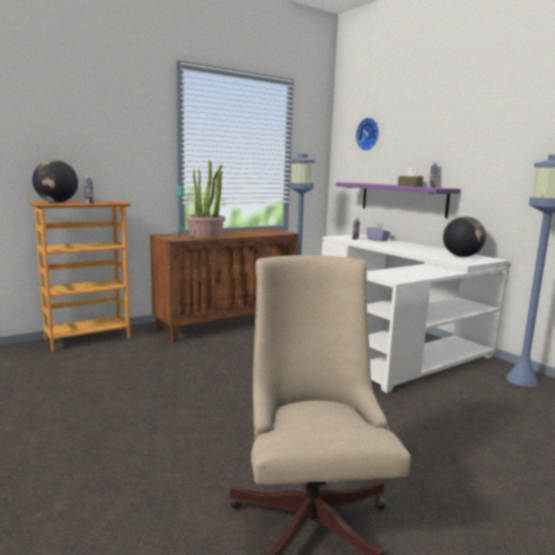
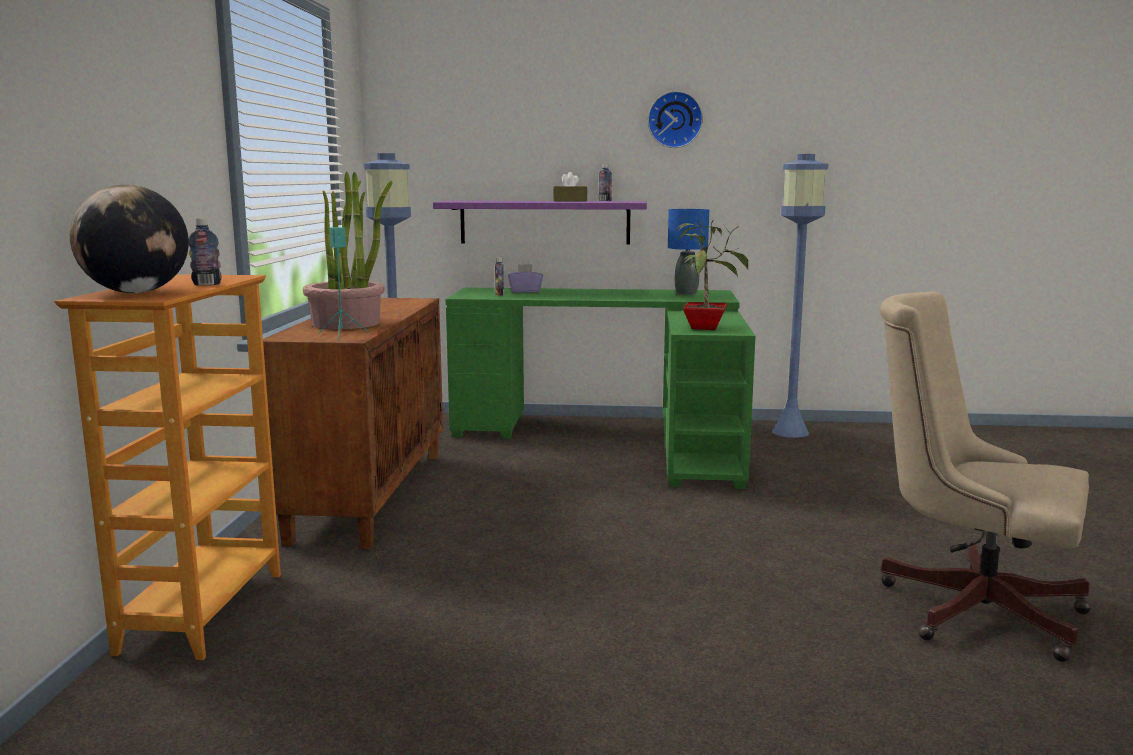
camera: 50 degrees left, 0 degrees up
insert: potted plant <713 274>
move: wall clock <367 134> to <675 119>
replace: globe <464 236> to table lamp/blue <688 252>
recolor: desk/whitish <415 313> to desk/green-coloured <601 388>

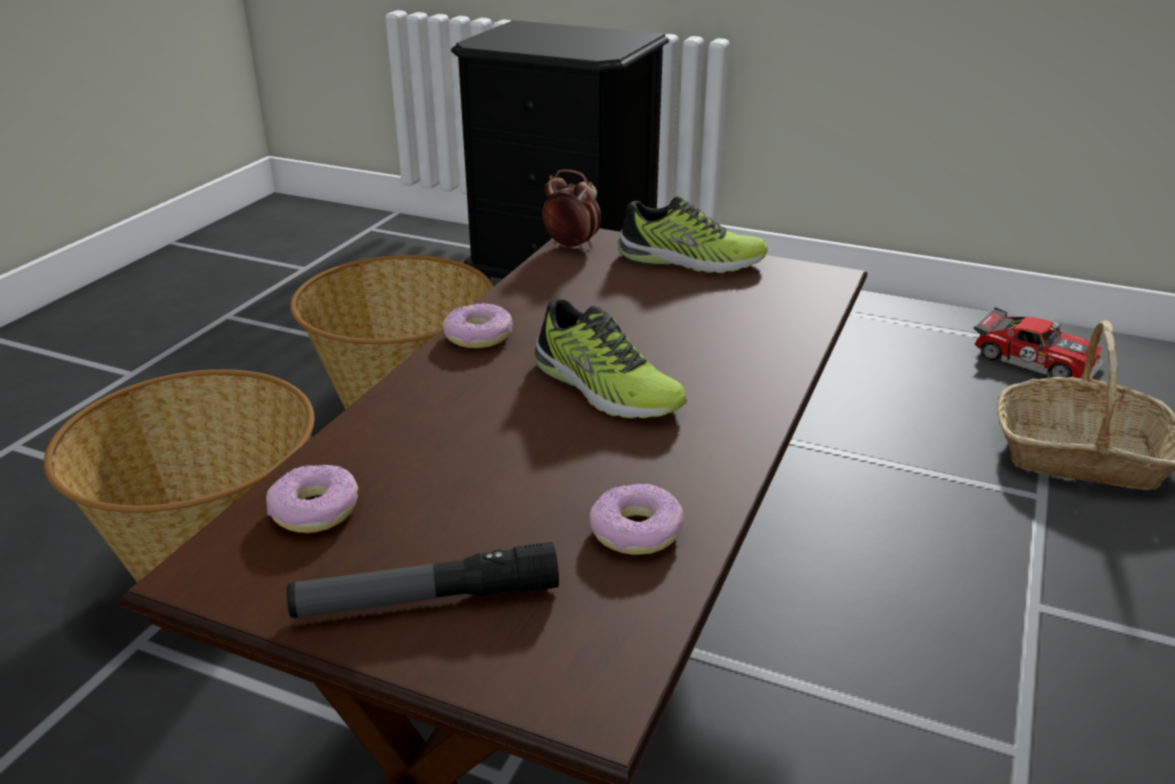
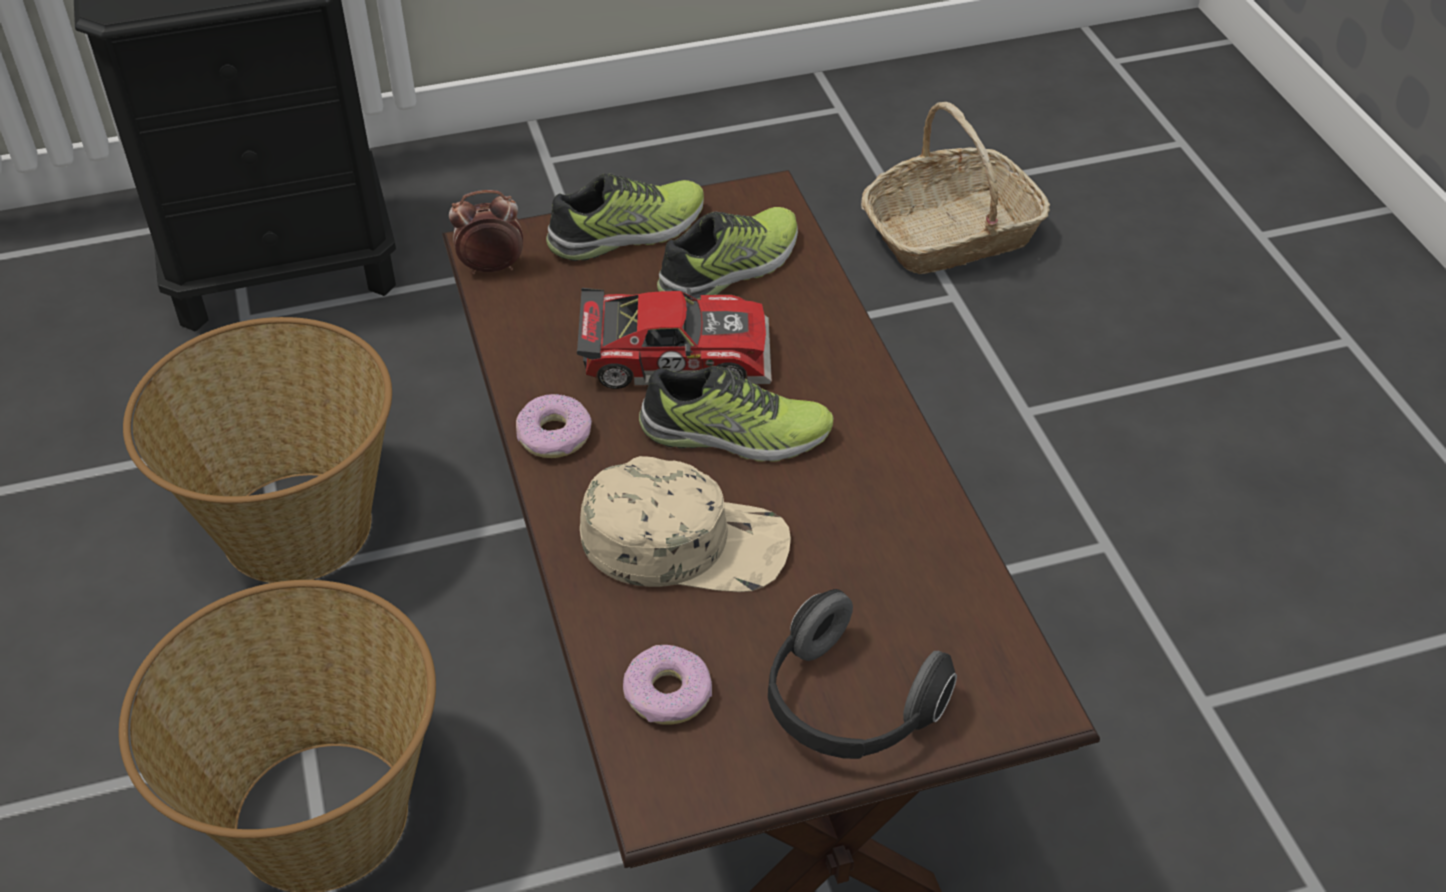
camera: 40 degrees left, 15 degrees up
delete: donut <636 519>
insert: peaked cap/beige-coloured <685 524>; shoe <727 253>
move: miniature car <1039 342> to <674 338>
replace: flashlight <423 580> to pair of headphones <862 674>

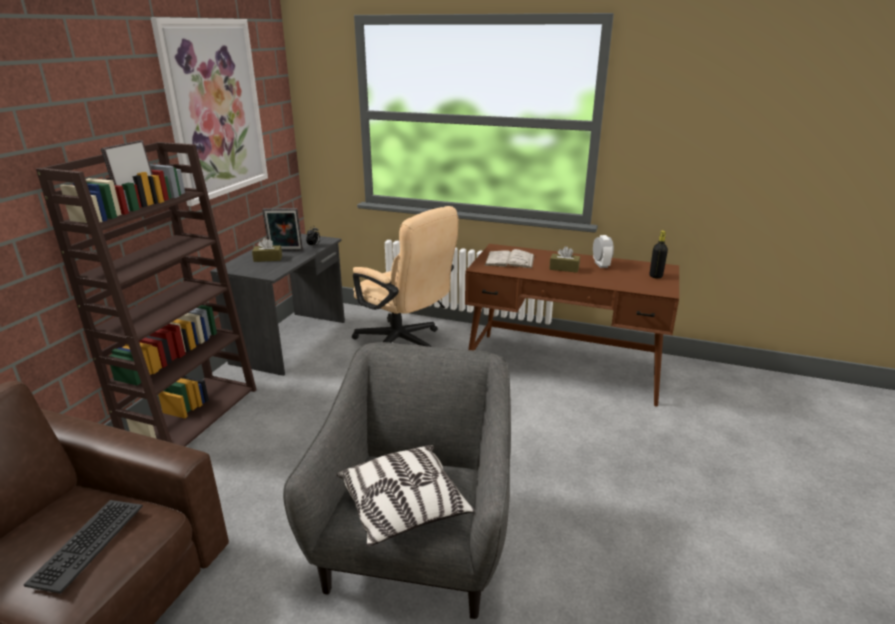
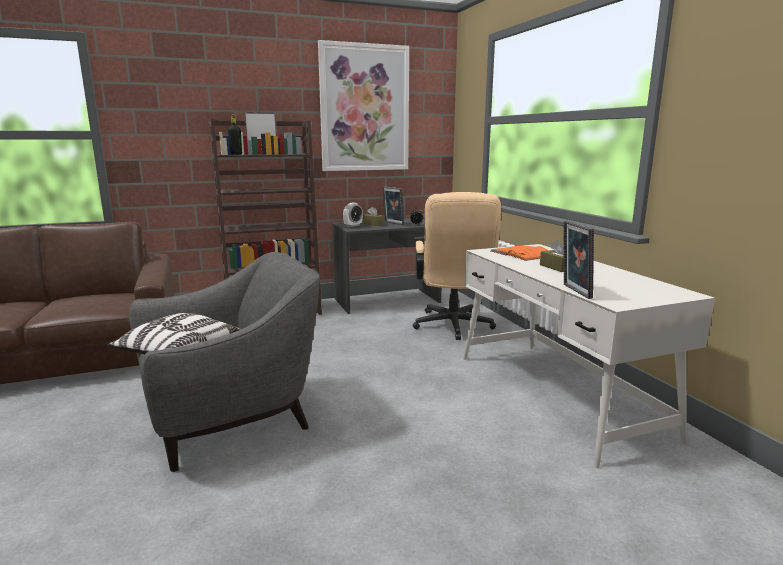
camera: 50 degrees right, 10 degrees down
delete: PC keyboard <83 547>
insert: photo frame <579 260>
move: bottle/black-coloured <658 255> to <235 135>; bedside clock <603 251> to <353 215>
recolor: desk/brown-coloured <572 325> to desk/whitish <589 356>; book/whitish <509 259> to book/orangey <519 253>

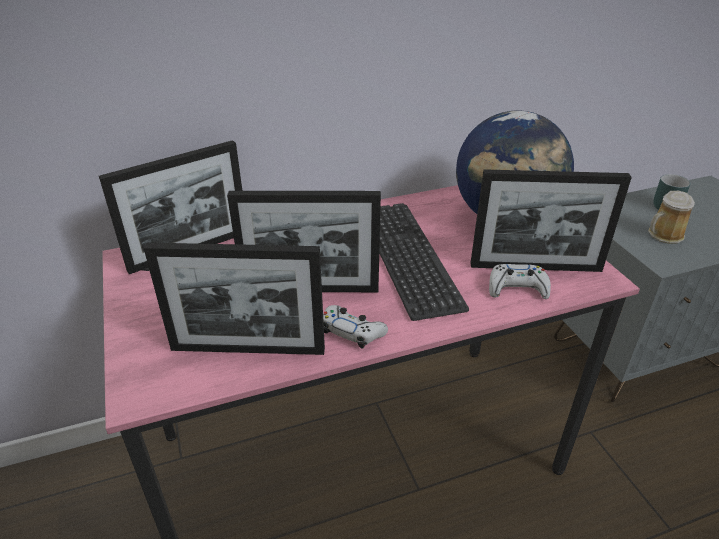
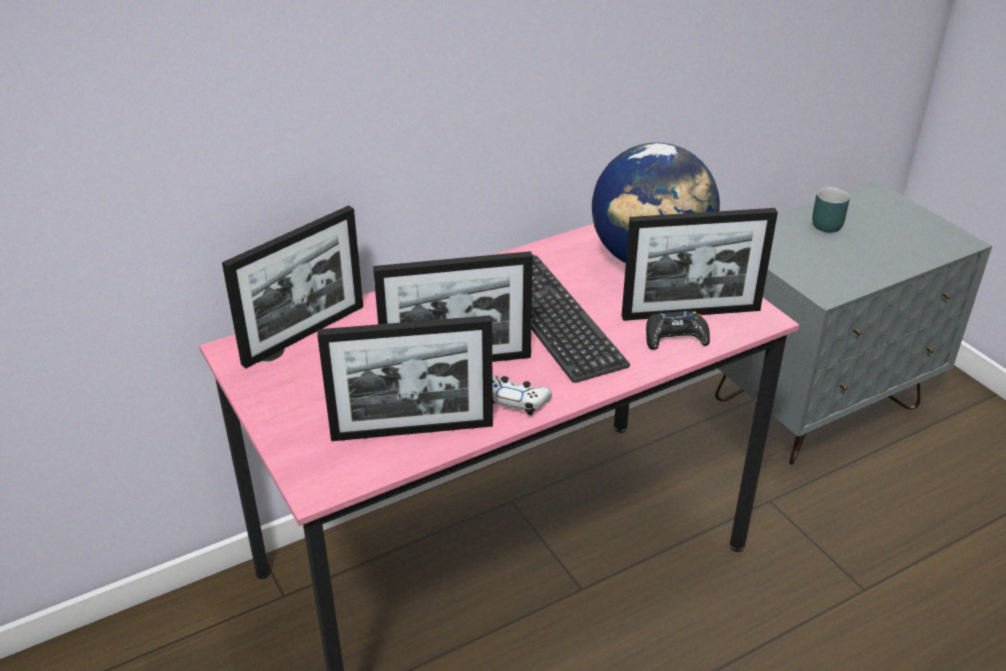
camera: 10 degrees left, 0 degrees up
delete: mug <671 217>
recolor: gamepad/whitish <520 281> to gamepad/black-coloured <678 330>

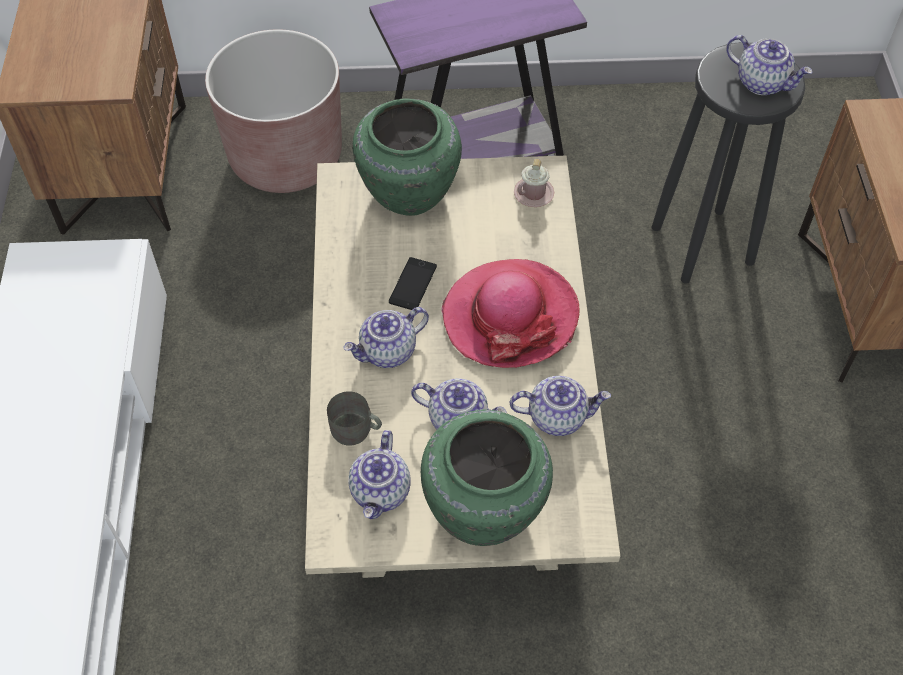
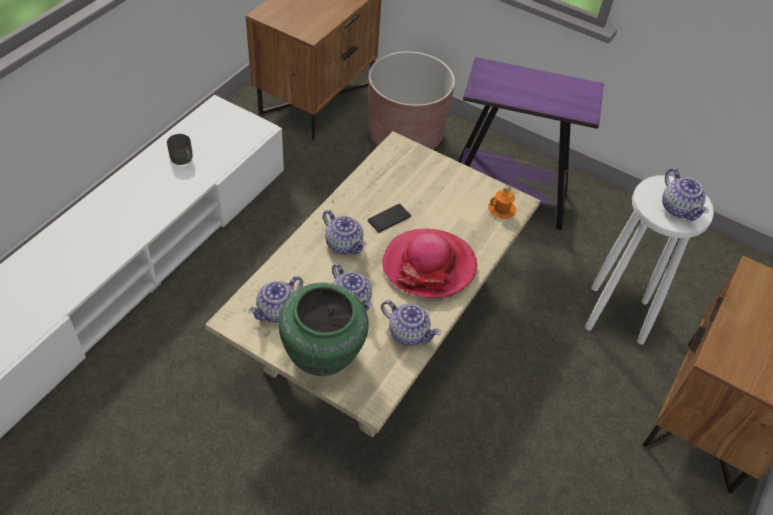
camera: 30 degrees right, 5 degrees down
delete: decorative vase/green-coloured <407 157>
move: mug/grey <354 418> to <180 149>
recolor: mug/pink-coloured <534 183> to mug/orangey <502 202>; stool seat/black-coloured <729 163> to stool seat/whitish <649 260>
rotate: pot for tea <386 337> = <345 232> 135 degrees counterclockwise

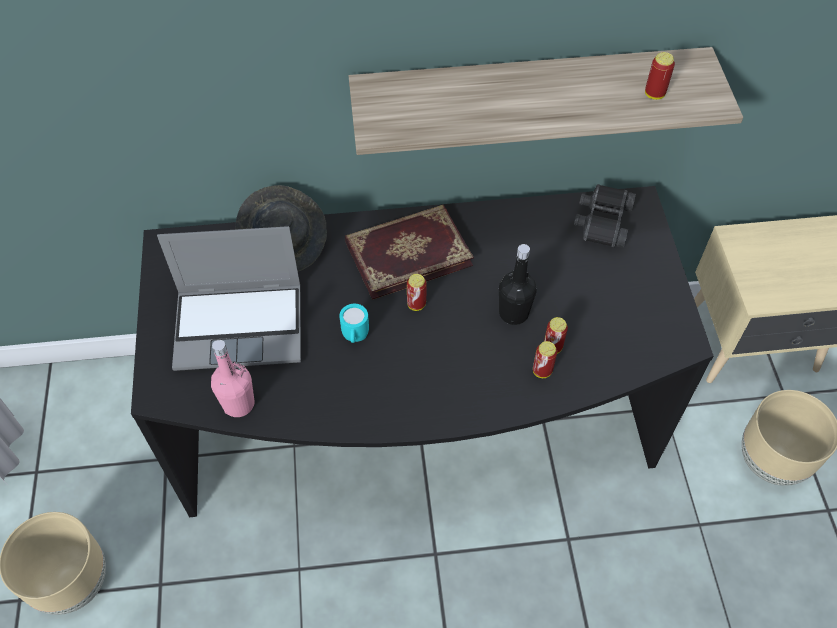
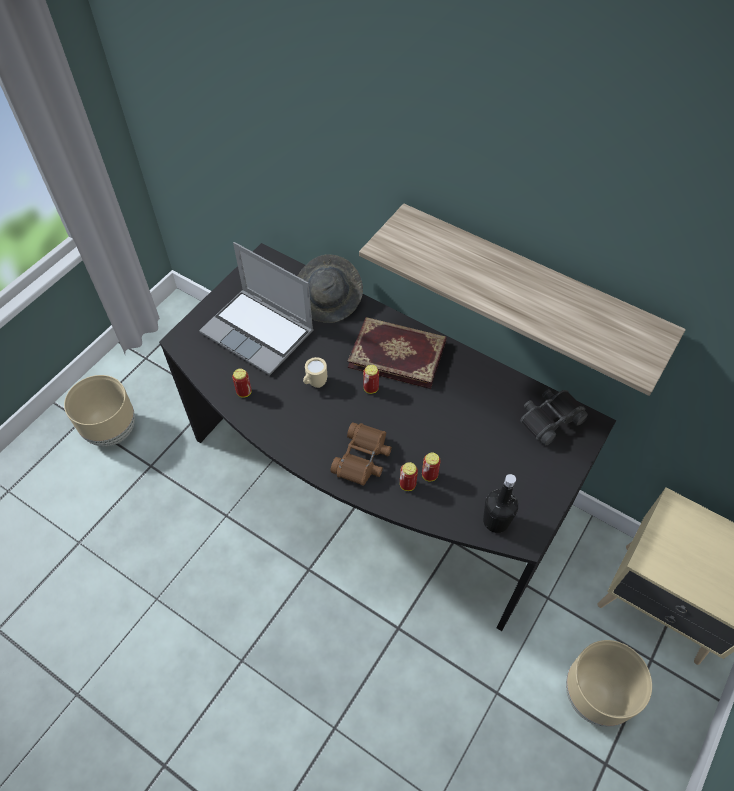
camera: 40 degrees right, 0 degrees up
delete: bottle/pink-coloured <233 378>
insert: binoculars/brown-coloured <361 454>
move: can <660 76> to <242 383>; bottle/black-coloured <518 284> to <500 503>
recolor: mug/turquoise <354 323> to mug/beige-coloured <315 372>

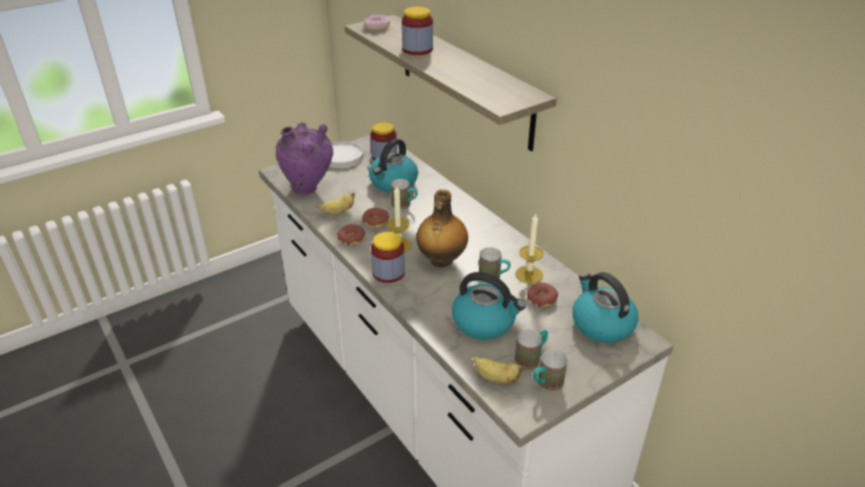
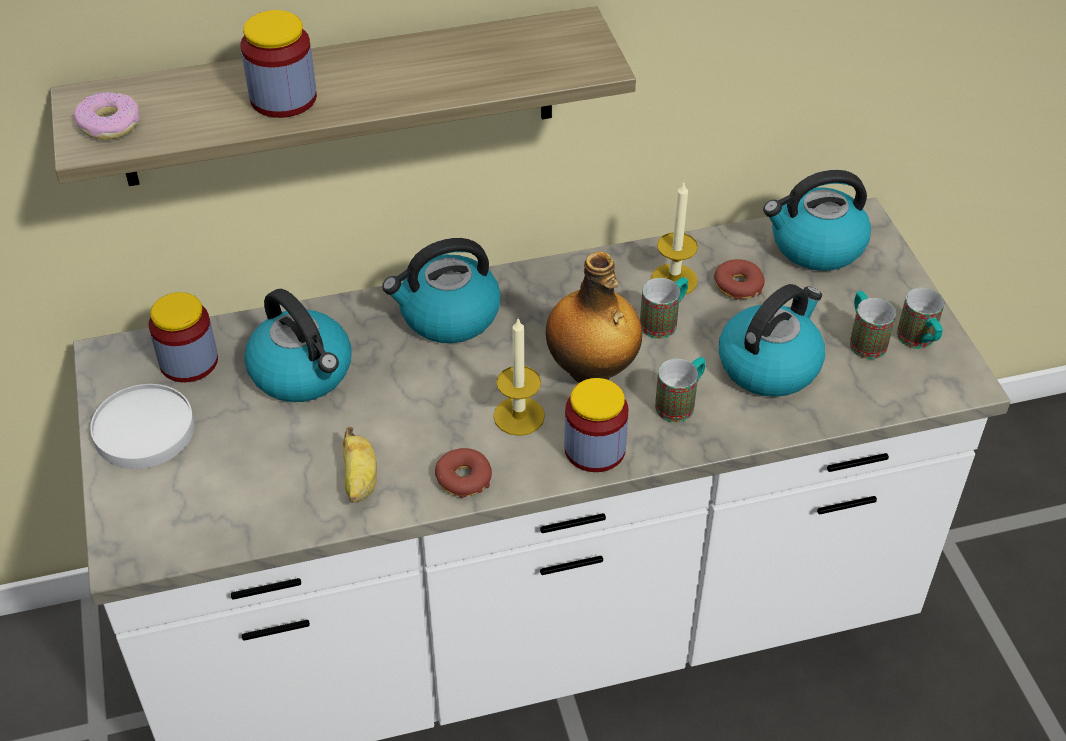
camera: 70 degrees left, 10 degrees up
delete: decorative vase/purple <304 158>; donut <375 218>; banana <499 370>
insert: tea kettle <441 290>
move: mug <404 194> to <680 389>

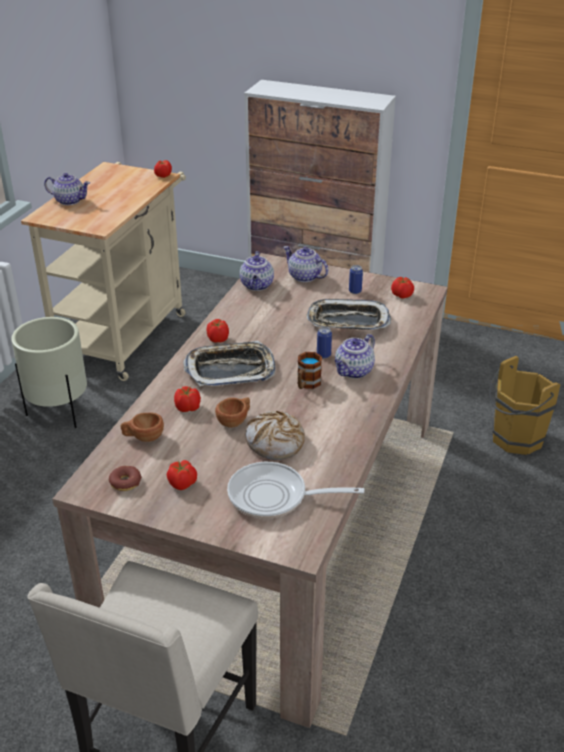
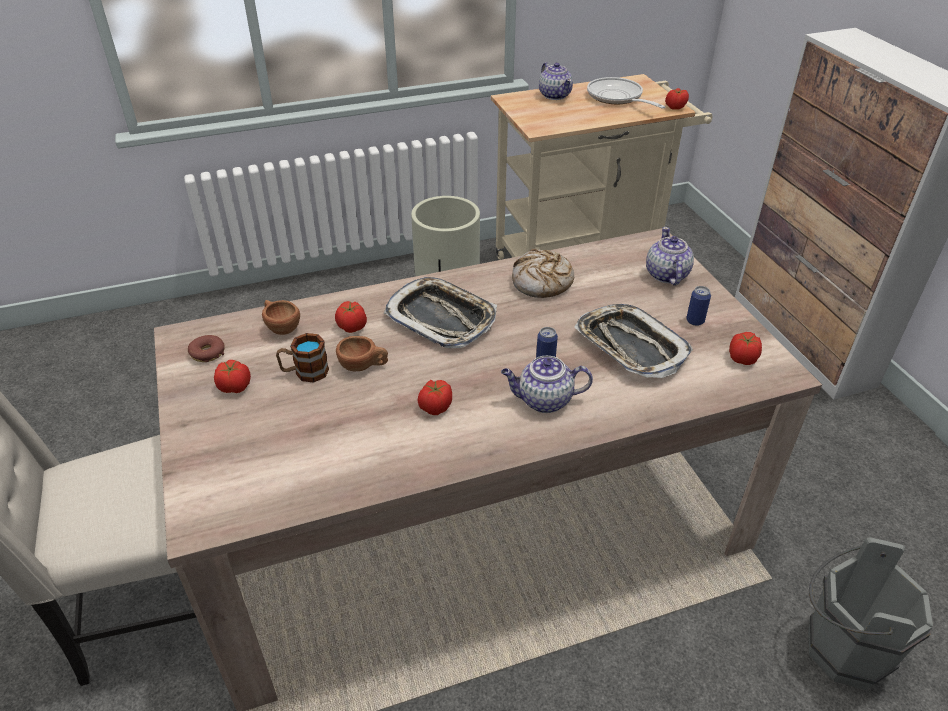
camera: 50 degrees right, 5 degrees up
delete: pot for tea <257 271>
move: mug <309 370> to <302 358>; tomato <218 331> to <434 397>; bread <275 435> to <543 273>; skillet <295 490> to <626 93>
recolor: bucket/brown-coloured <524 405> to bucket/grey <870 613>

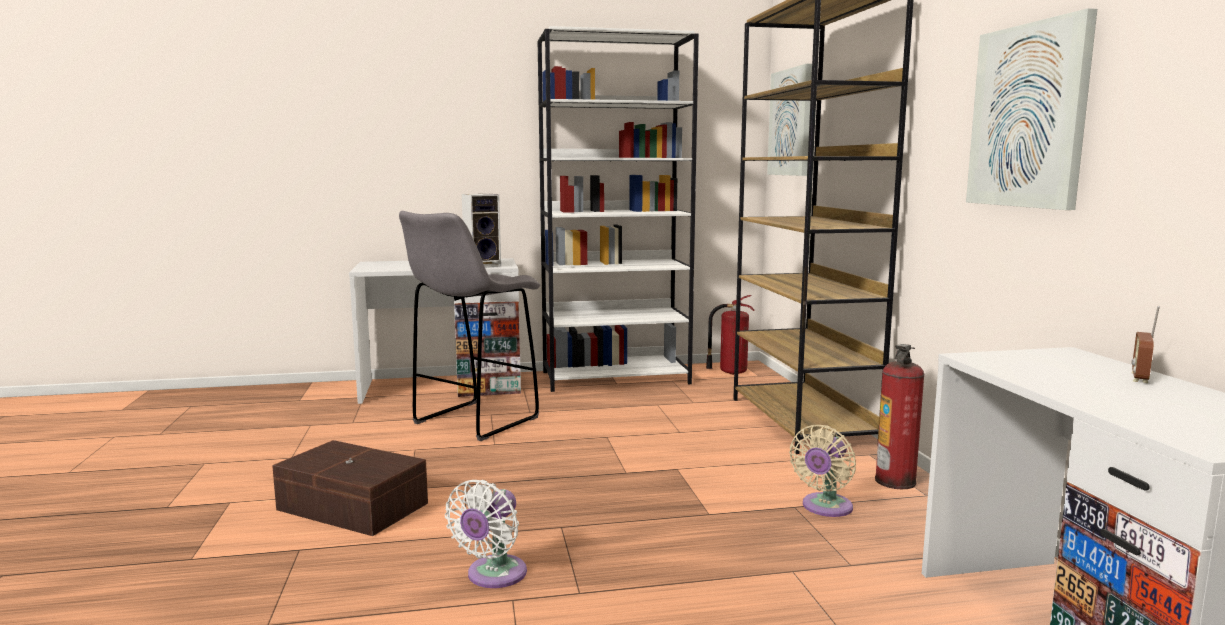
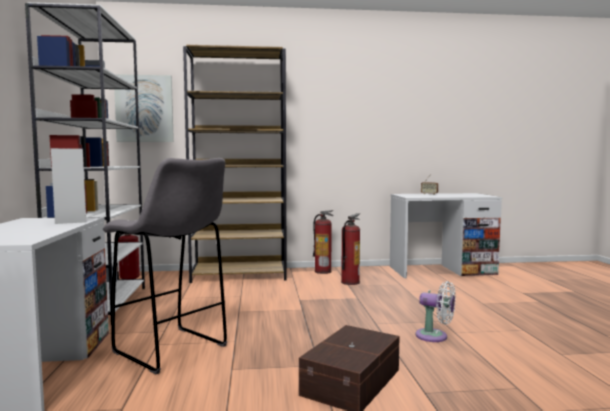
camera: 85 degrees left, 5 degrees down
delete: picture <1031 109>
replace: electric fan/beige-coloured <822 471> to fire extinguisher <350 249>

